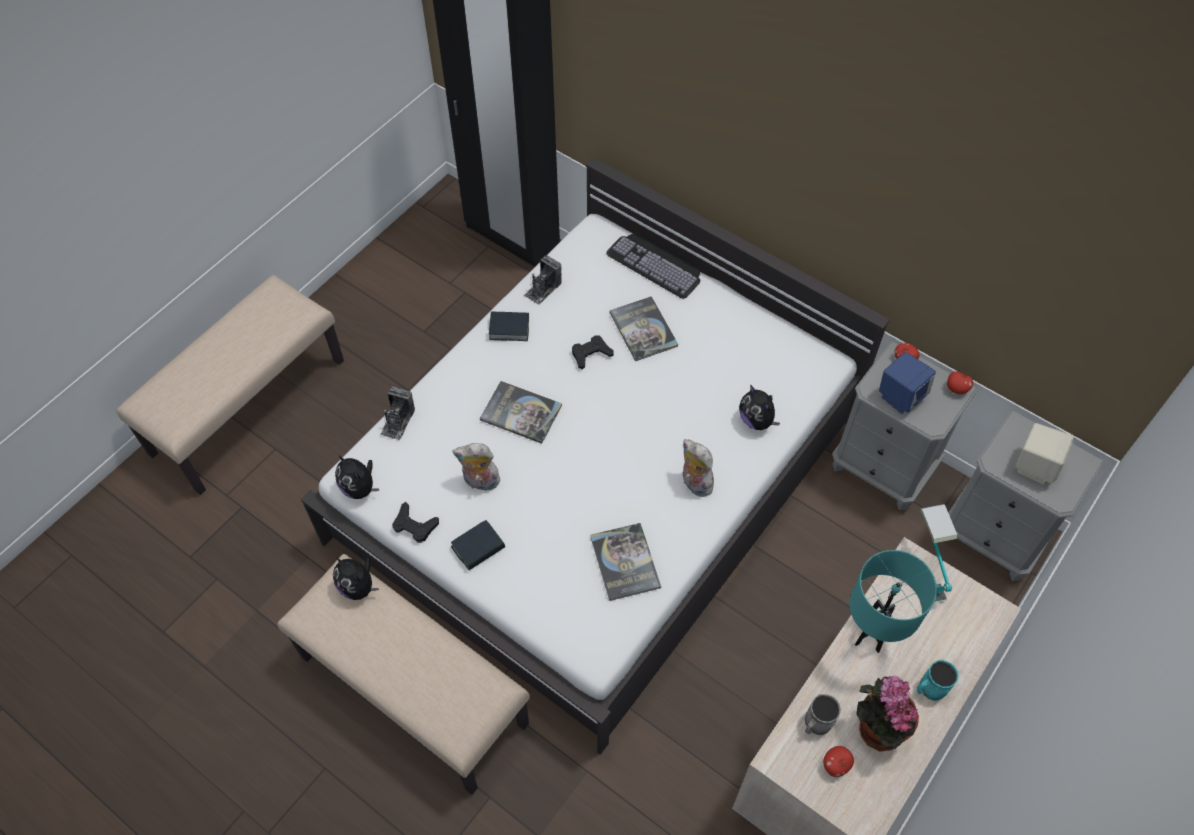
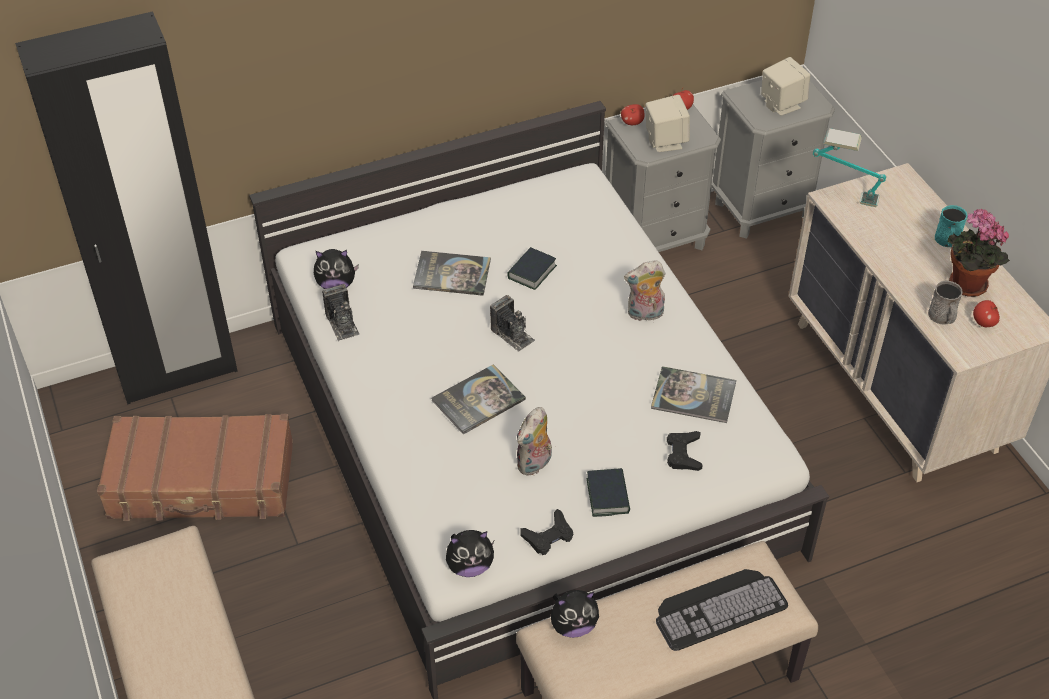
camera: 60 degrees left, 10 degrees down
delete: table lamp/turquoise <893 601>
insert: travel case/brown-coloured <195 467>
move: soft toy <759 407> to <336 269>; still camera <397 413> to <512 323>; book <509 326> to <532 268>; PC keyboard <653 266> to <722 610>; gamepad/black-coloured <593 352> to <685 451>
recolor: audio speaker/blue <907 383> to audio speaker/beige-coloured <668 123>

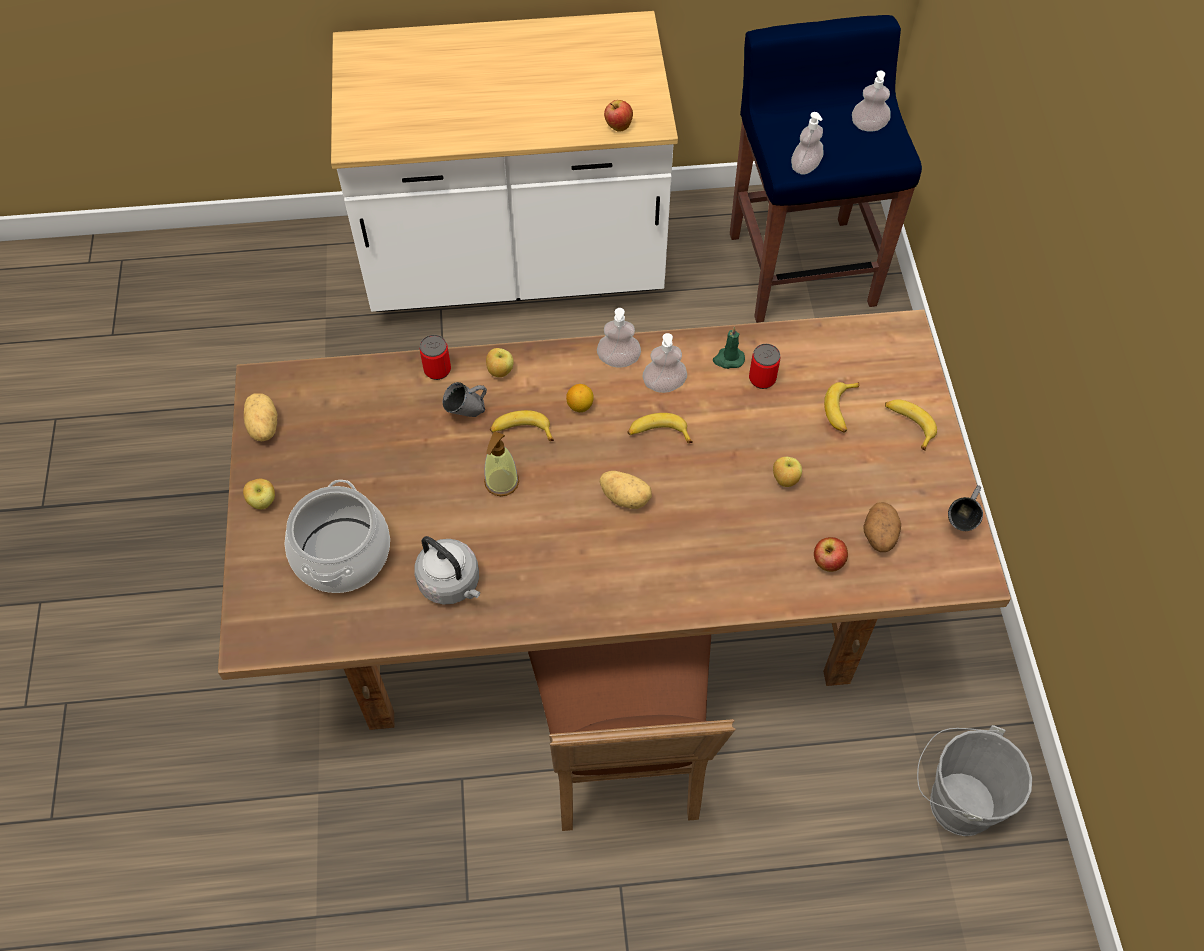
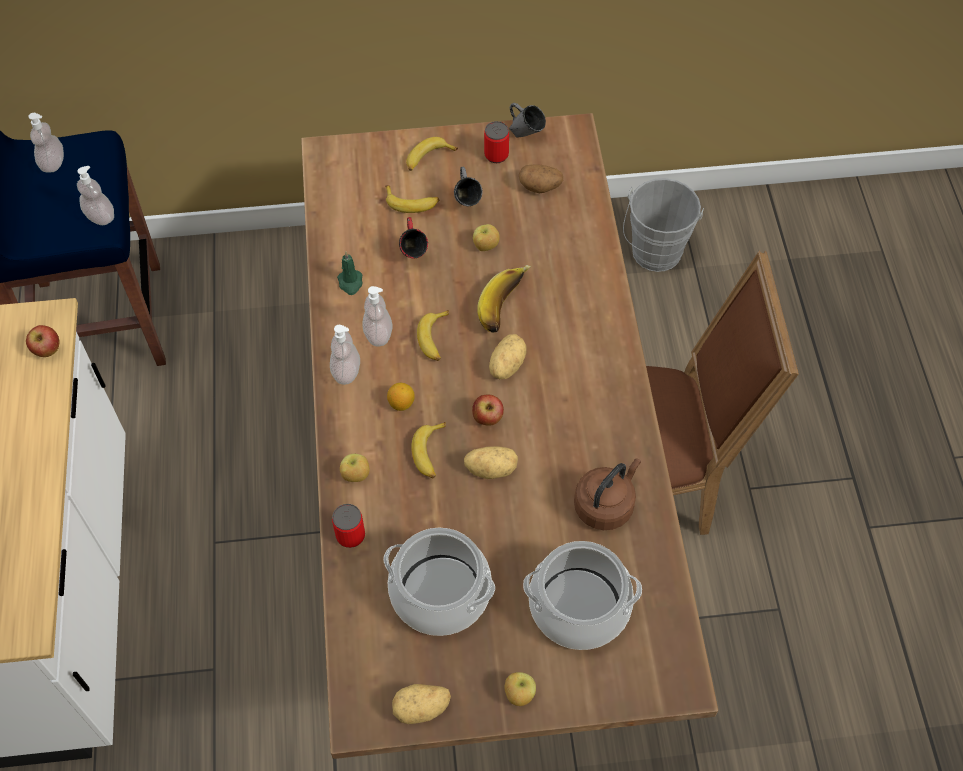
camera: 90 degrees left, 0 degrees up
insert: cooking pot <439 582>; mug/red <413 238>; banana <504 299>
move: mug/grey <464 399> to <468 186>; apple <831 554> to <488 410>; can <764 366> to <496 142>
replace: liquid soap bottle <501 463> to spud <491 462>
recolor: tea kettle/grey <447 570> to tea kettle/brown-coloured <607 494>

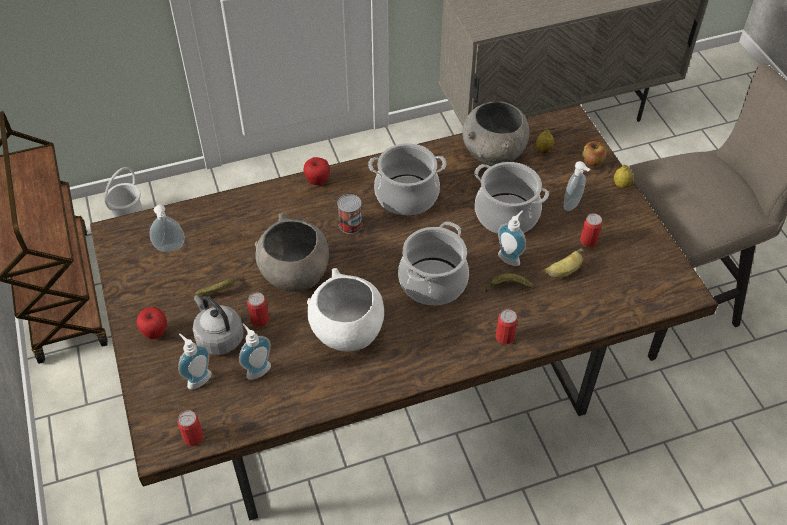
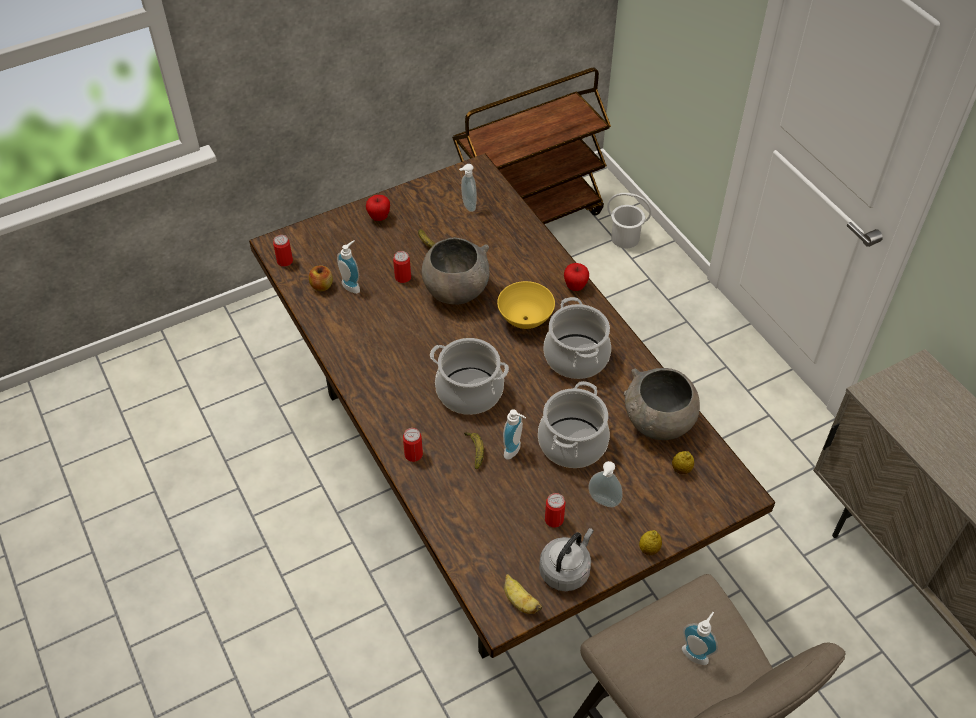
camera: 80 degrees right, 0 degrees up
delete: deep dish/whitish <345 309>
move: apple <594 154> to <321 278>; banana <564 263> to <523 594>; tea kettle/grey <218 325> to <566 559>; liquid soap bottle <195 361> to <700 638>
replace: can <349 214> to deep dish/yellowish <526 305>

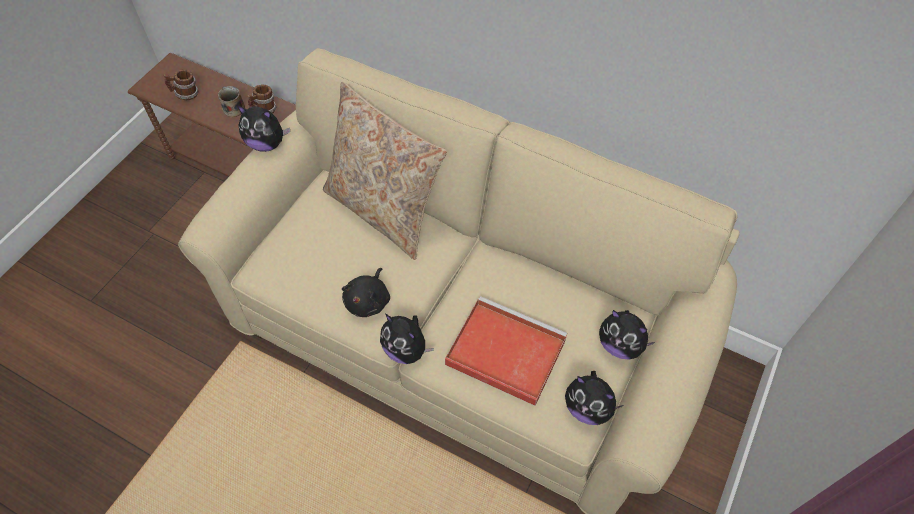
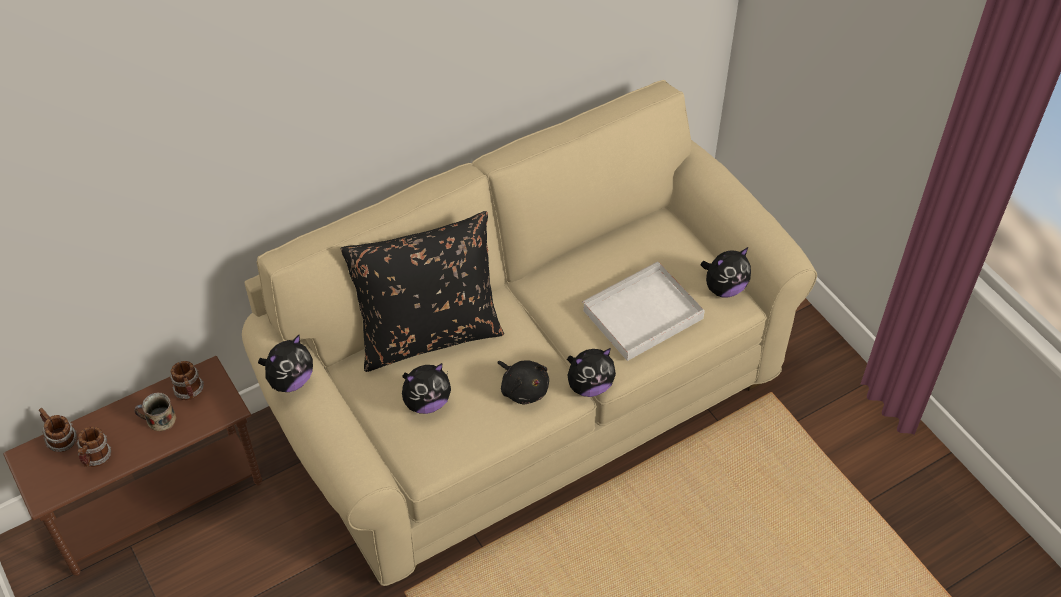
camera: 60 degrees left, 5 degrees down
insert: mug <58 430>
move: soft toy <627 335> to <426 388>
recolor: pillow/beige-coloured <385 171> to pillow/black-coloured <422 291>; carrying tray/red <506 351> to carrying tray/whitish <643 311>

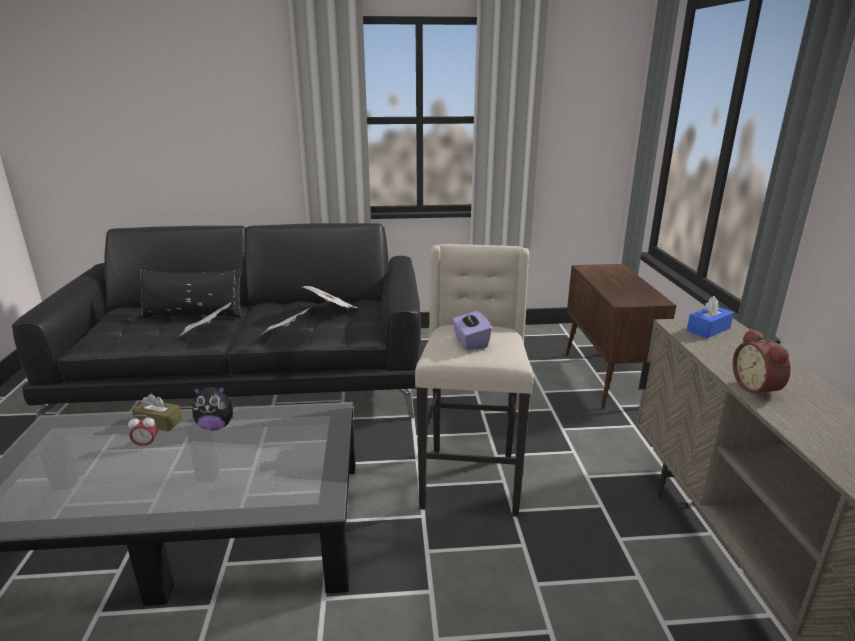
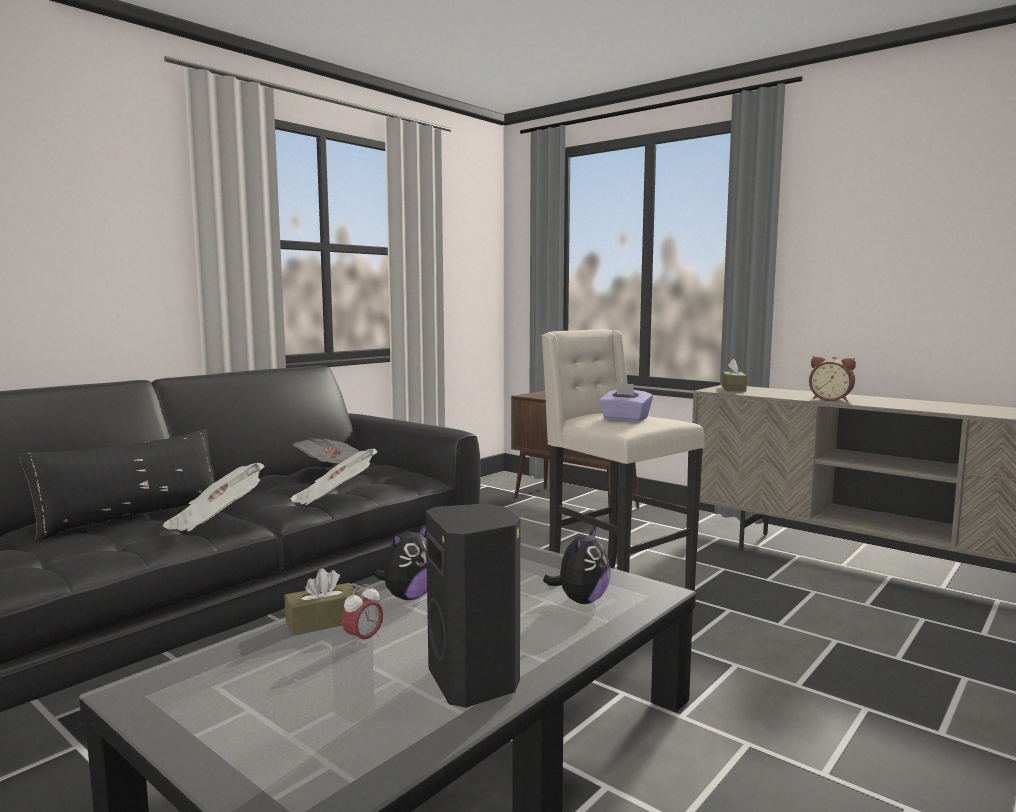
camera: 45 degrees left, 15 degrees down
insert: audio speaker/black-coloured <473 605>; soft toy <577 565>
recolor: box of tissues/blue <710 317> to box of tissues/brown-coloured <734 375>

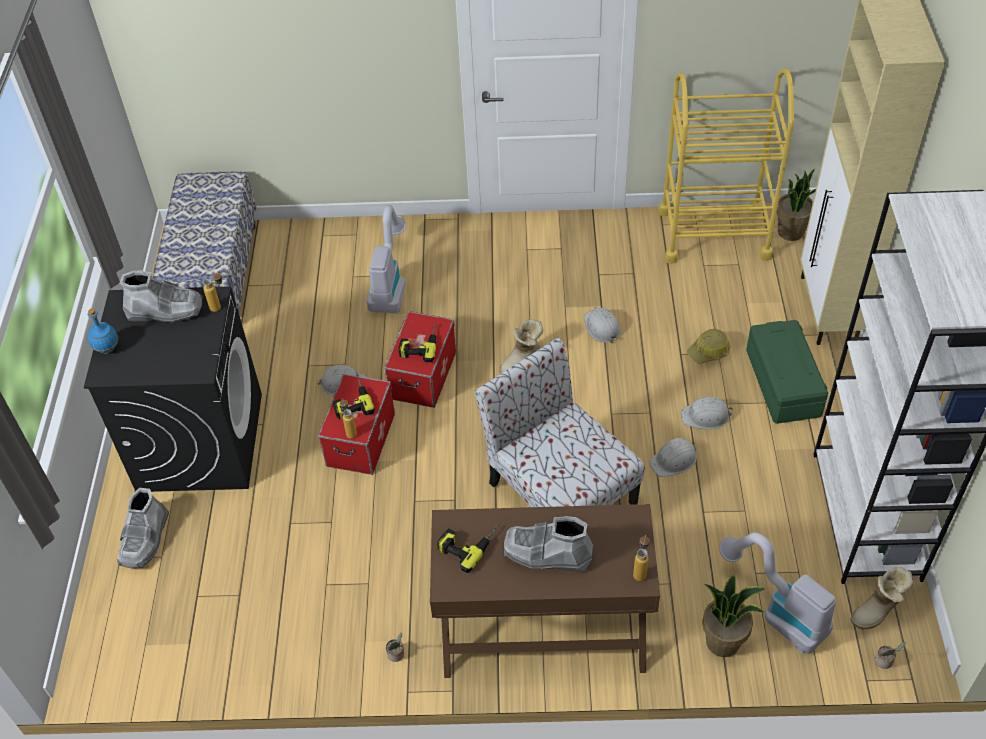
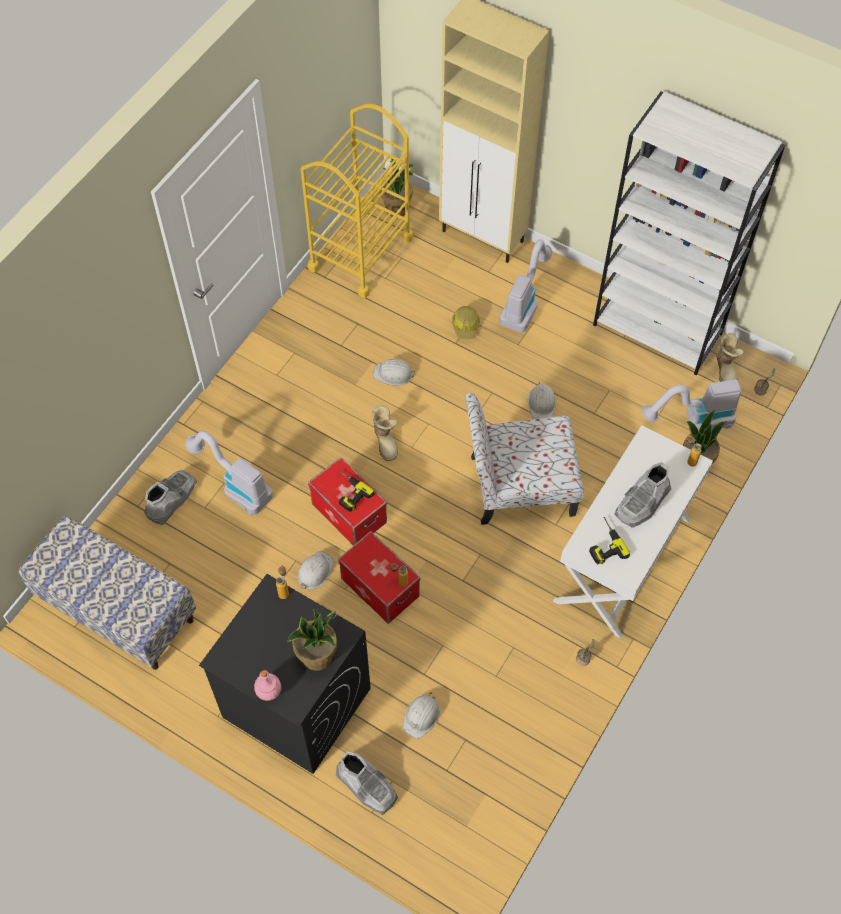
camera: 60 degrees left, 10 degrees up
delete: drill <353 397>
insert: potted plant <312 640>
move: tall boot/grey <161 297> to <170 497>; safety helmet/whitish <707 413> to <421 716>
replace: storage box/green-coloured <787 372> to vacuum <526 285>
recolor: bottle/blue <103 331> to bottle/pink-coloured <268 685>; desk/brown-coloured <545 591> to desk/whitish <633 532>

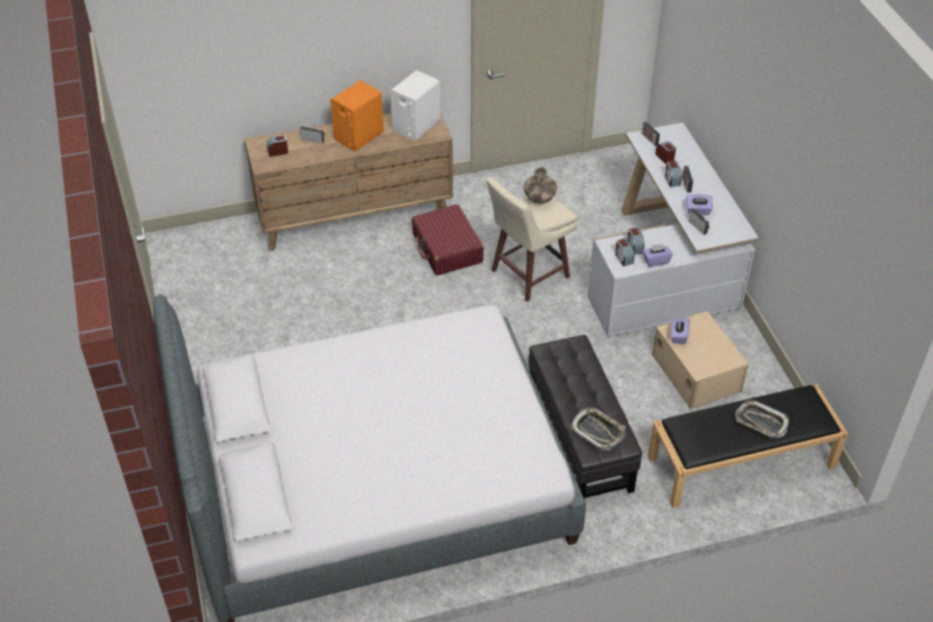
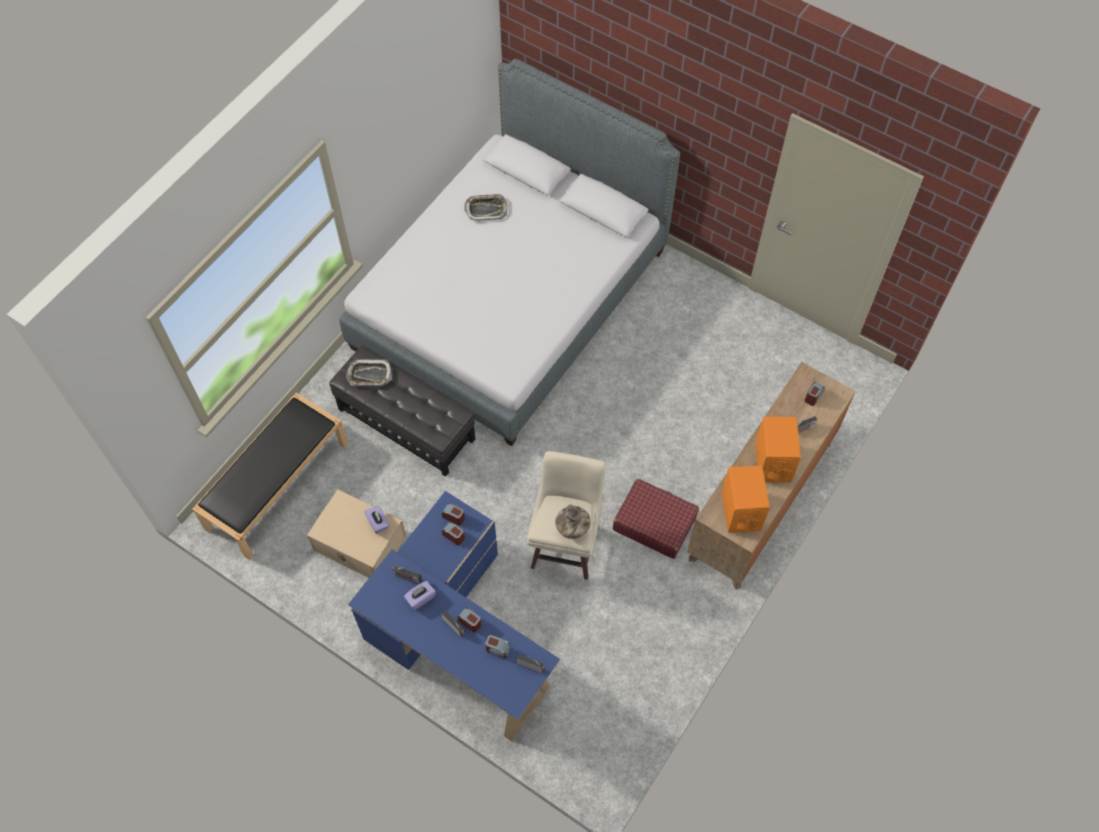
camera: 140 degrees right, 15 degrees up
delete: box of tissues/purple <658 255>
move: carrying tray <762 419> to <485 207>
recolor: desk/whitish <673 229> to desk/blue <454 616>; audio speaker/whitish <415 105> to audio speaker/orangey <746 499>

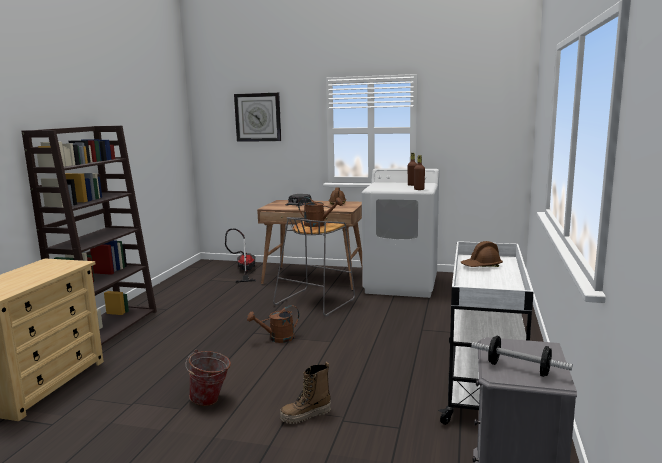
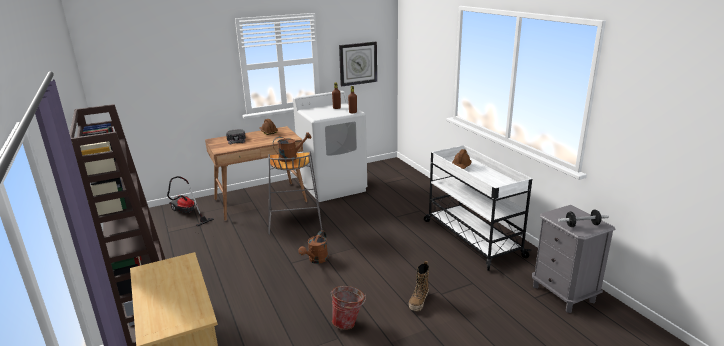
camera: 40 degrees left, 10 degrees up
move: wall clock <257 117> to <358 64>

